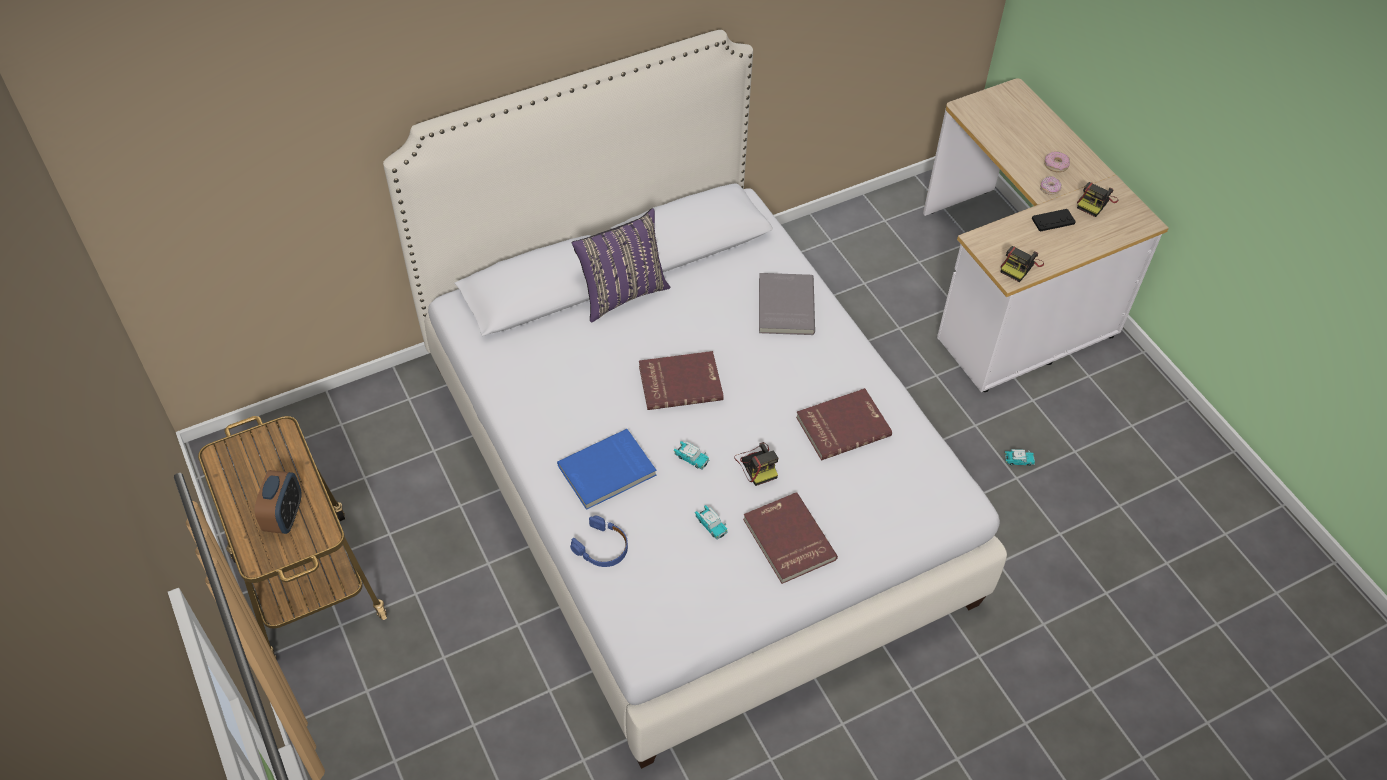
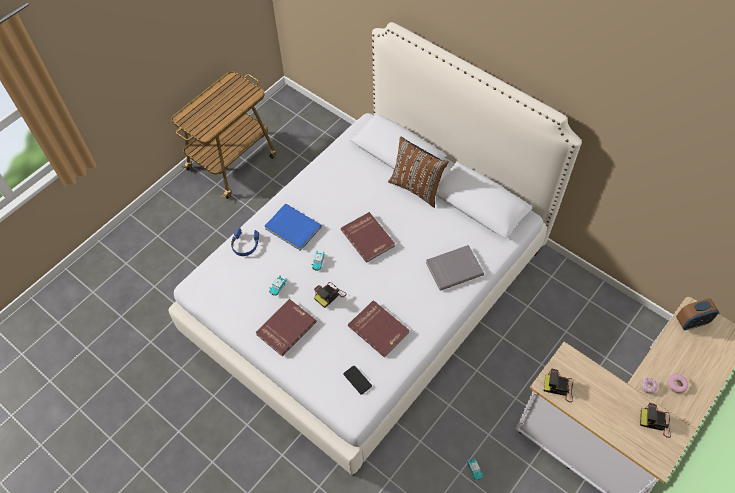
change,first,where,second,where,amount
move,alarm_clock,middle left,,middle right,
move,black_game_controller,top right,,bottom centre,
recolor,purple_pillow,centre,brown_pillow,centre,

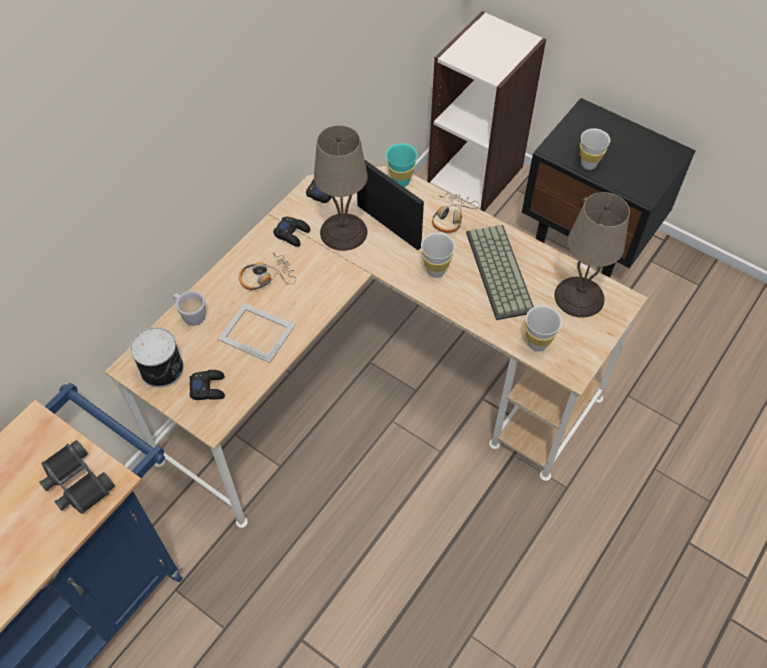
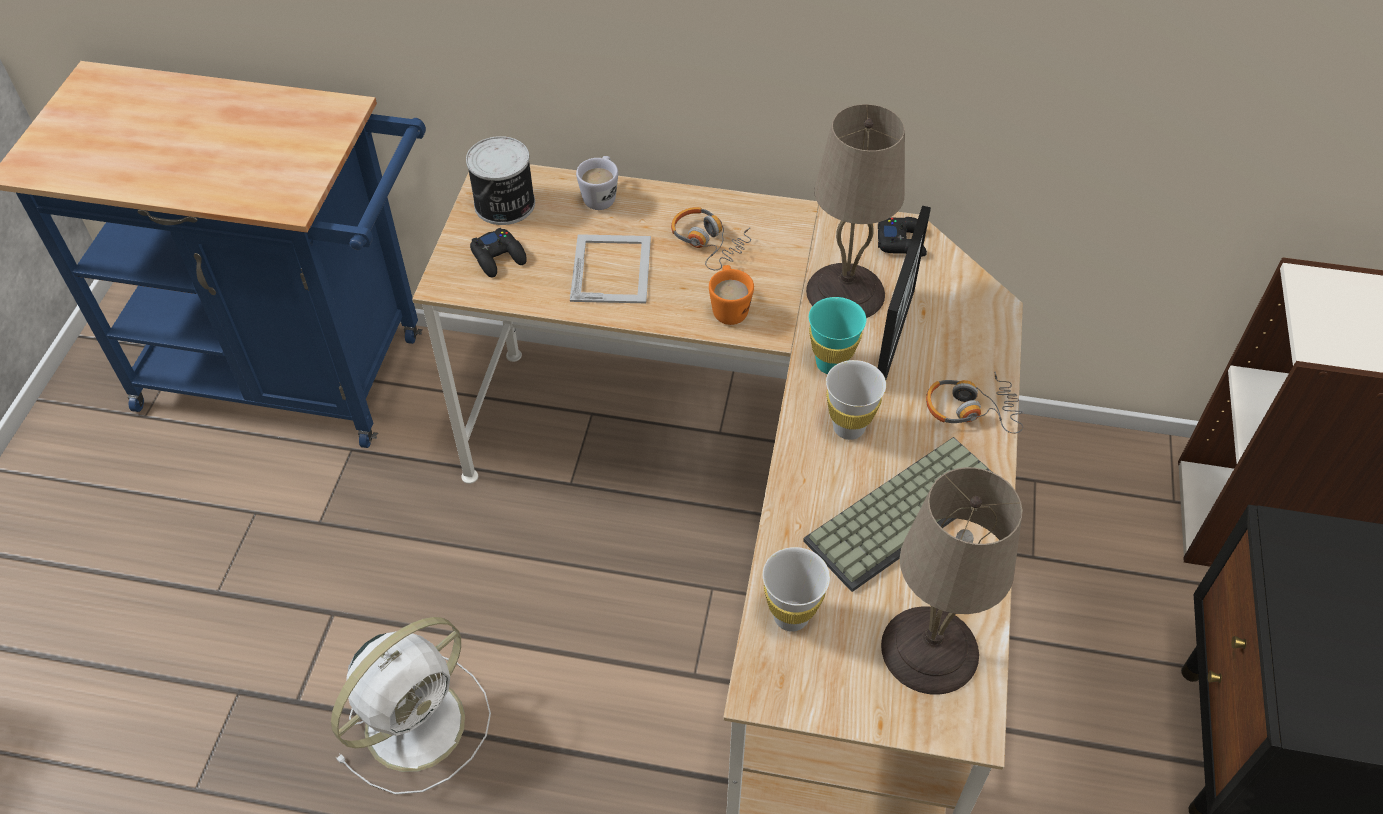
change,first,where,second,where,amount
delete,black_binoculars,bottom left,,,
delete,black_game_controller (2nd from left),centre,,,
delete,white_cup (3rd from left),top right,,,
insert,,,white_fan,bottom left,
insert,,,orange_mug,centre,
move,turquoise_cup,top centre,,centre,

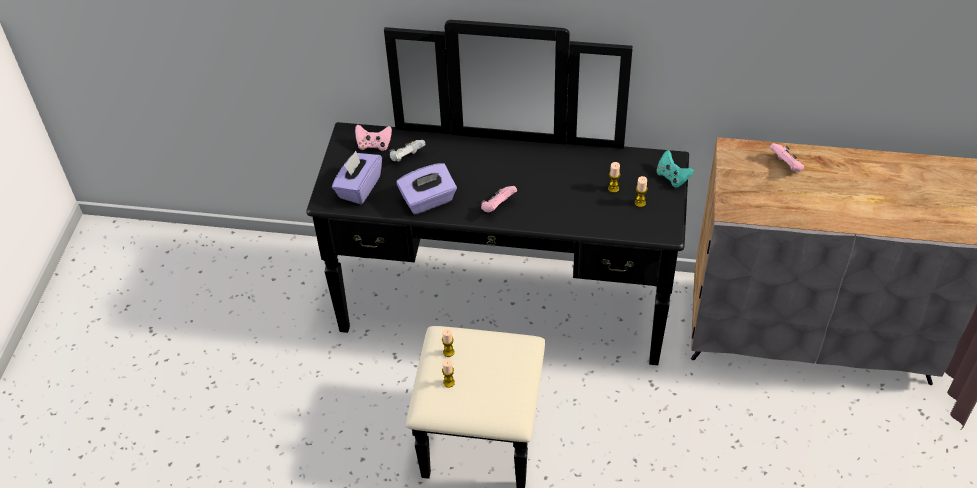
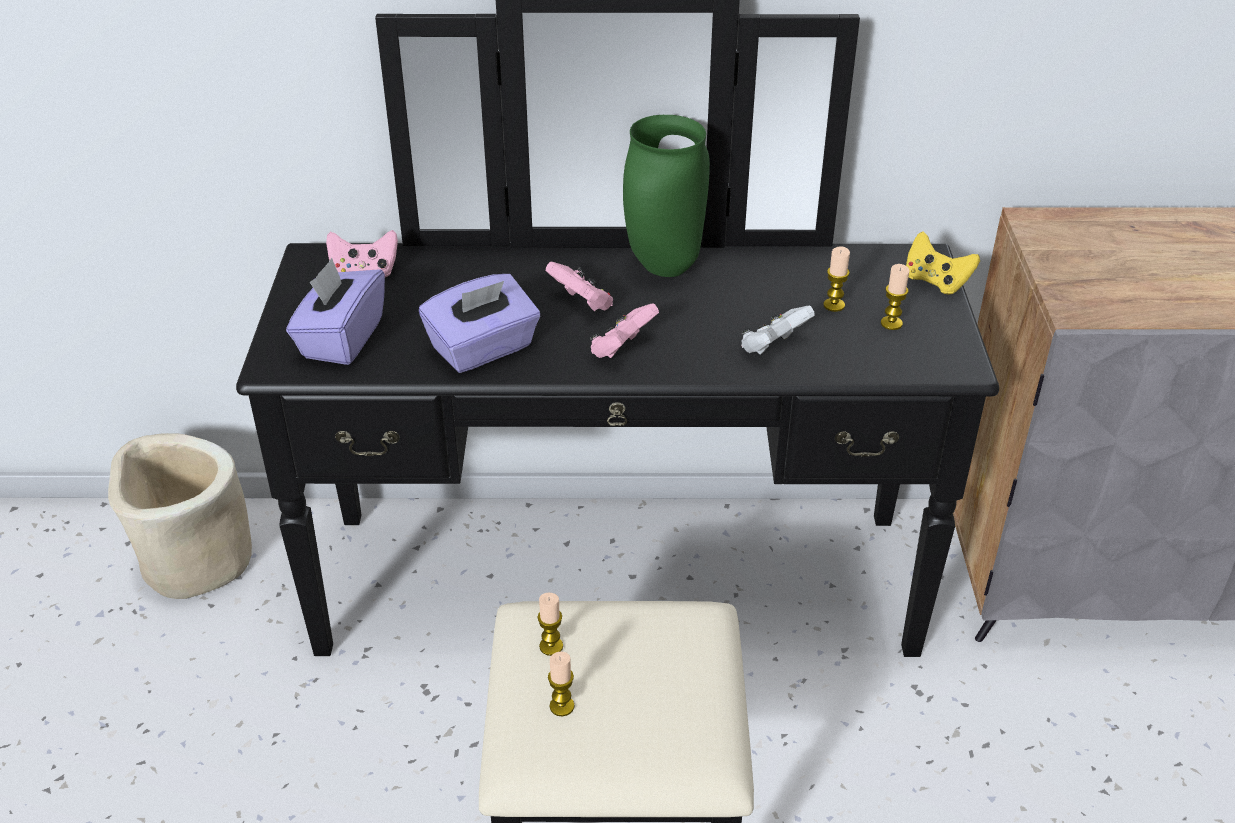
change,first,where,second,where,amount
insert,,,beige_planter,middle left,
insert,,,green_vase,top centre,
move,white_game_controller,top centre,,centre,
move,pink_game_controller (3rd from left in the first image),top right,pink_game_controller (2nd from left),centre,
recolor,turquoise_game_controller,middle right,yellow_game_controller,top right,

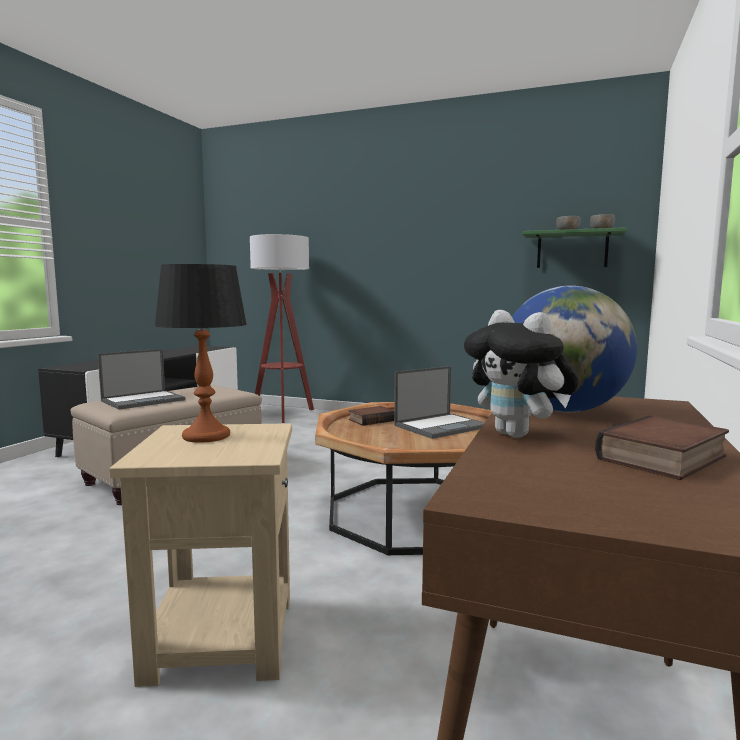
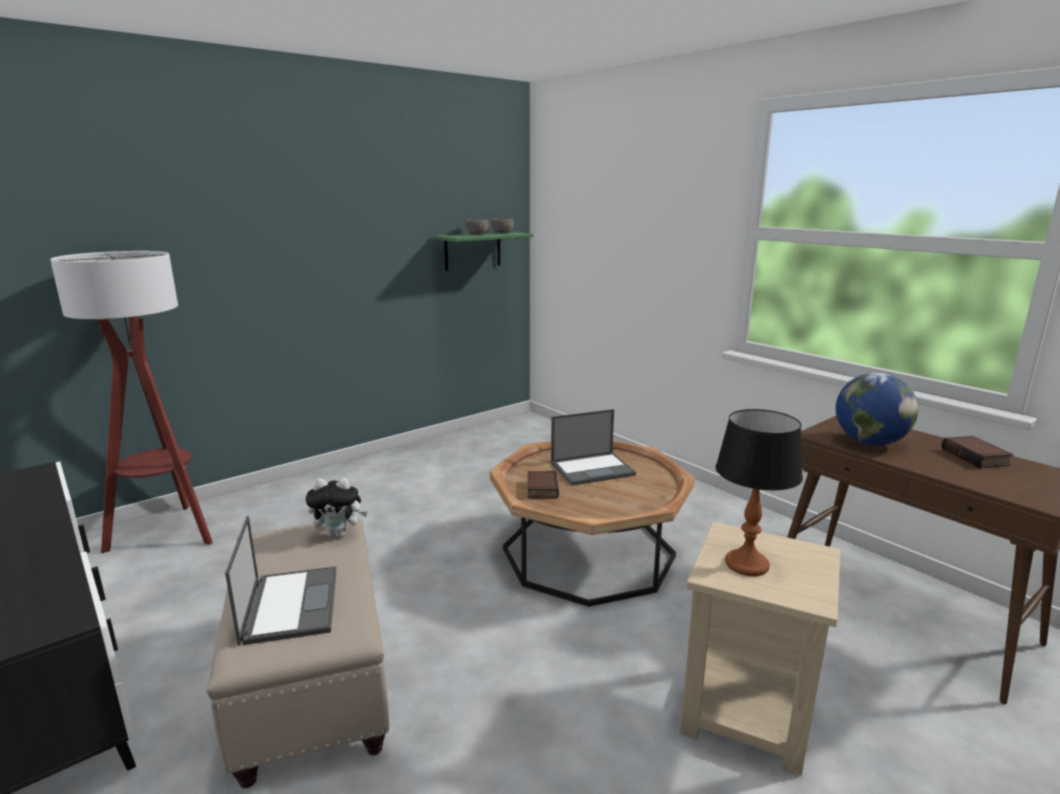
change,first,where,second,where,amount
move,plush_toy,middle right,,middle left,
rotate,laptop (2nd from left),centre,,centre,75 degrees clockwise

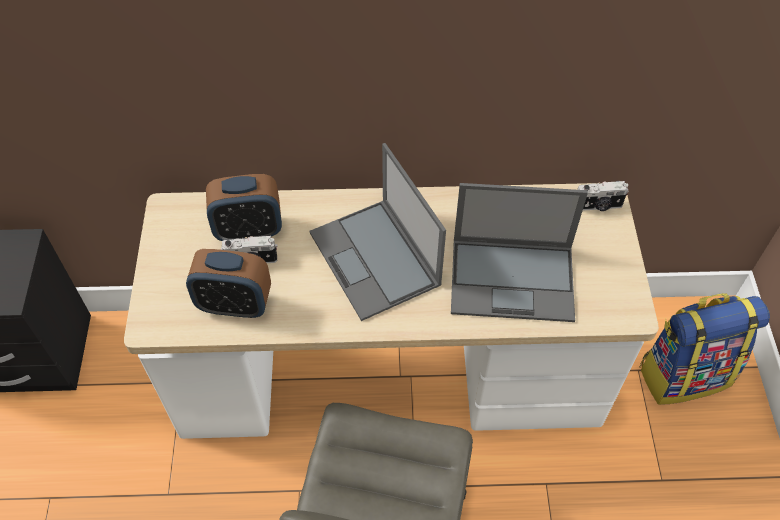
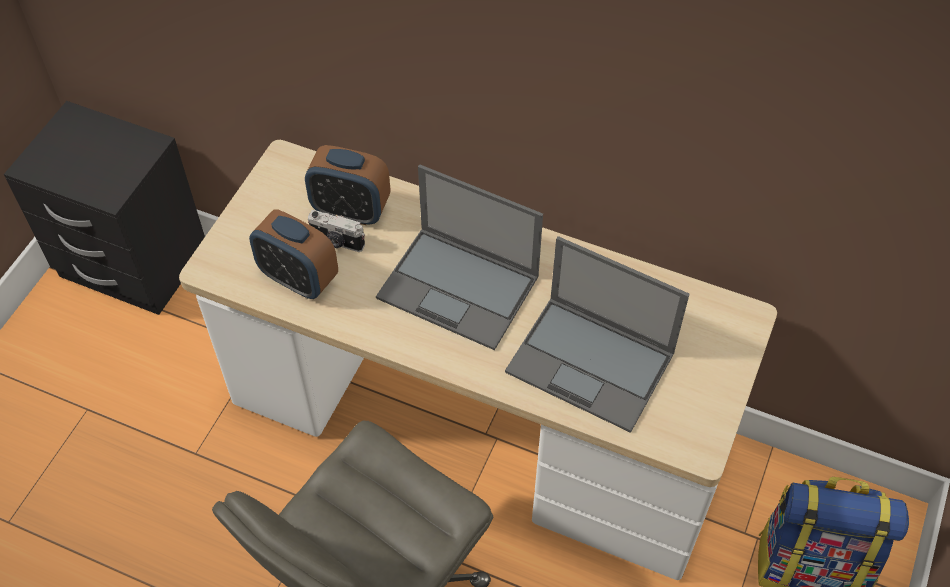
change,first,where,second,where,amount
delete,photo_camera (2nd from left),middle right,,,
rotate,laptop (1st from left),centre,,centre,60 degrees counterclockwise

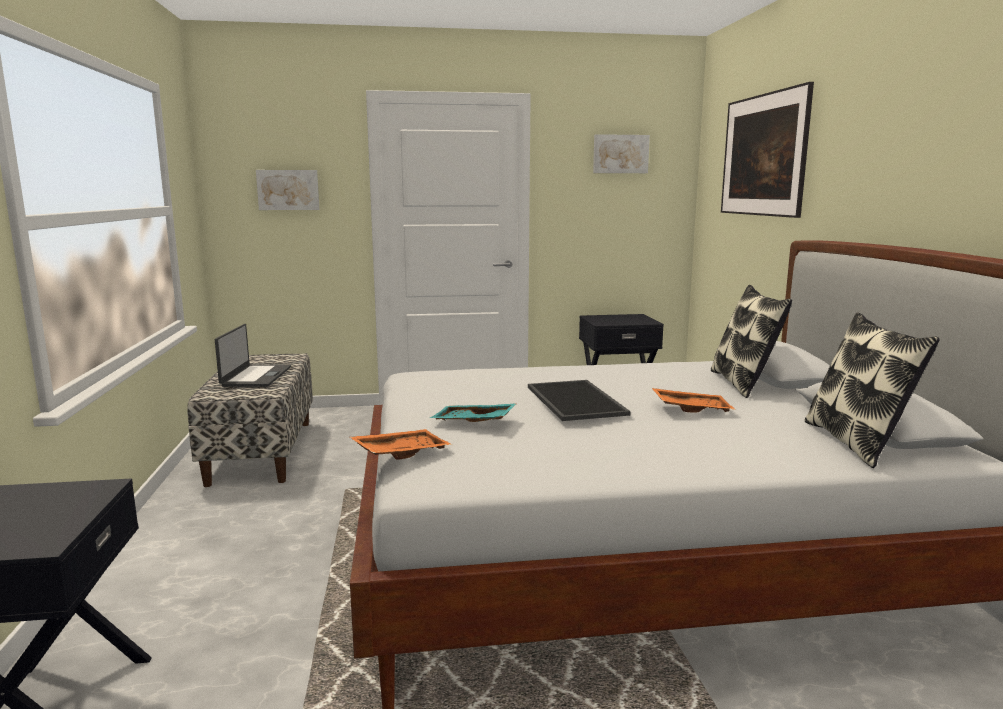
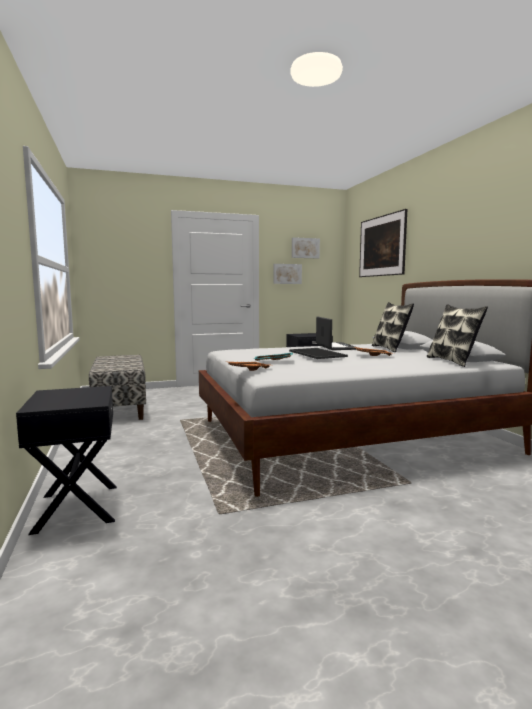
change,first,where,second,where,amount
move,laptop,middle left,,centre,
move,picture (1st from left),top left,,centre,

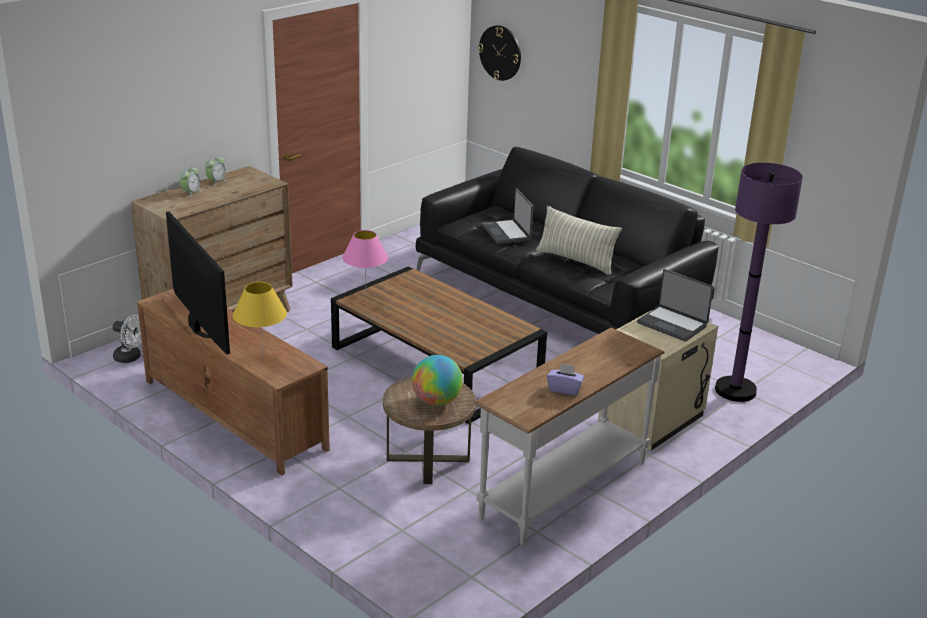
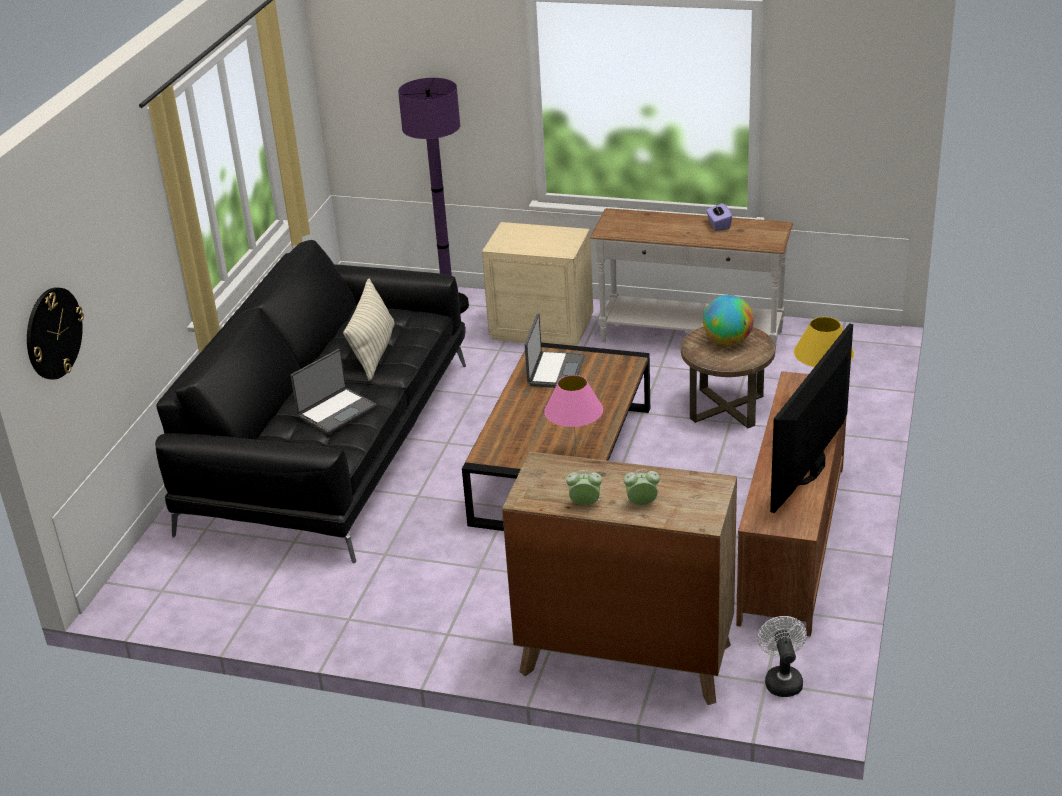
change,first,where,second,where,amount
move,laptop (2nd from left),middle right,,centre,

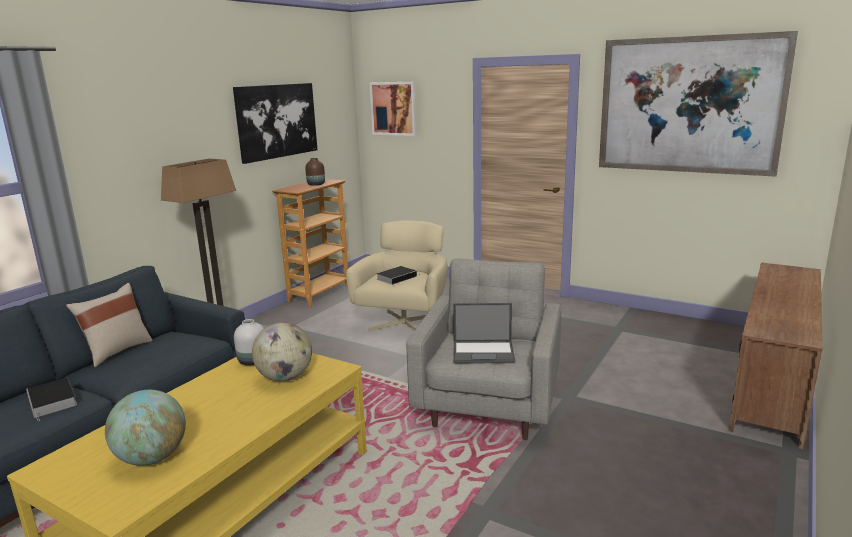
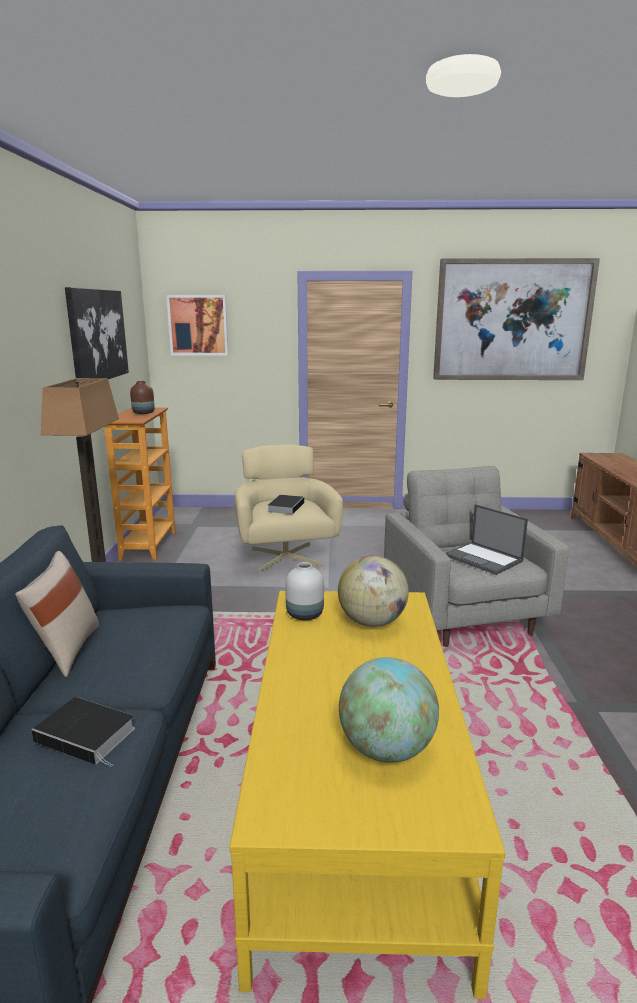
change,first,where,second,where,amount
rotate,laptop,centre,,middle right,75 degrees clockwise

